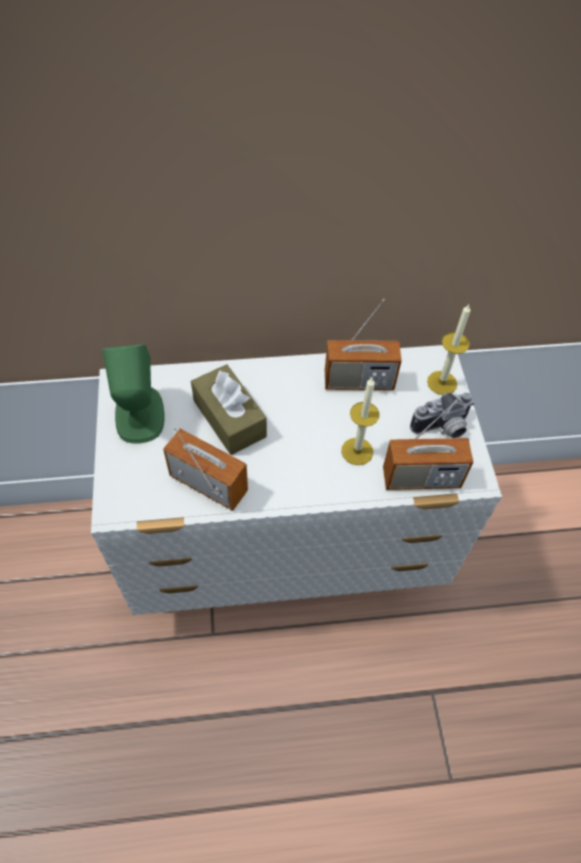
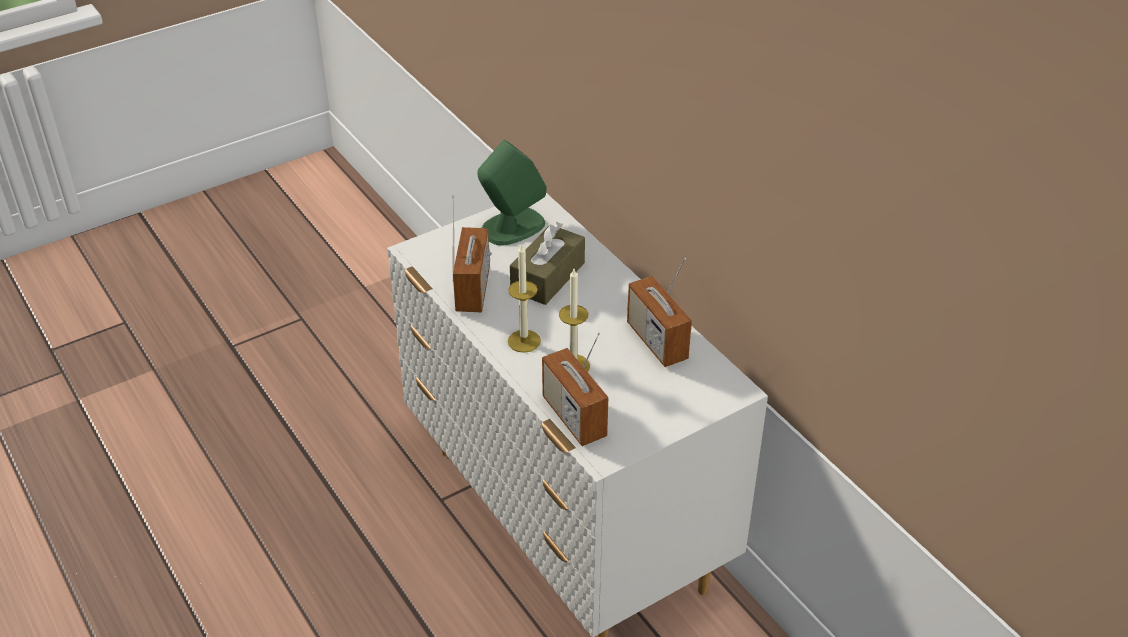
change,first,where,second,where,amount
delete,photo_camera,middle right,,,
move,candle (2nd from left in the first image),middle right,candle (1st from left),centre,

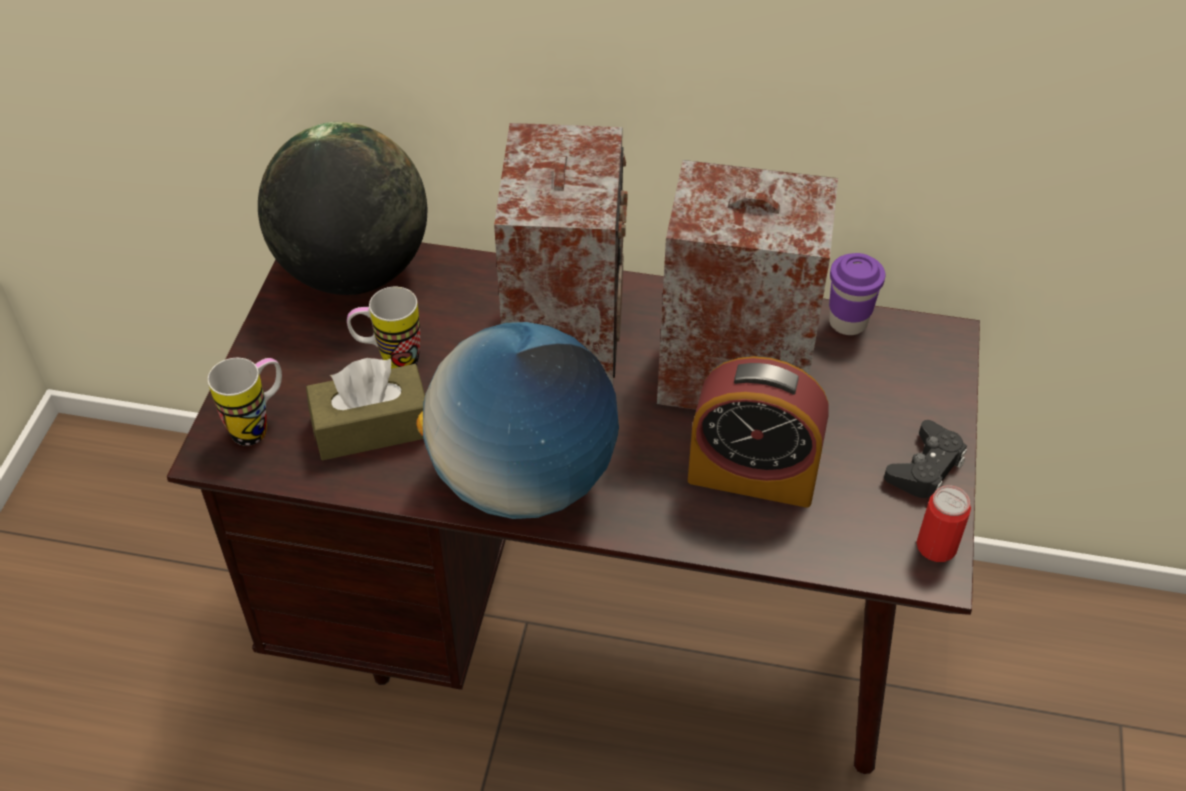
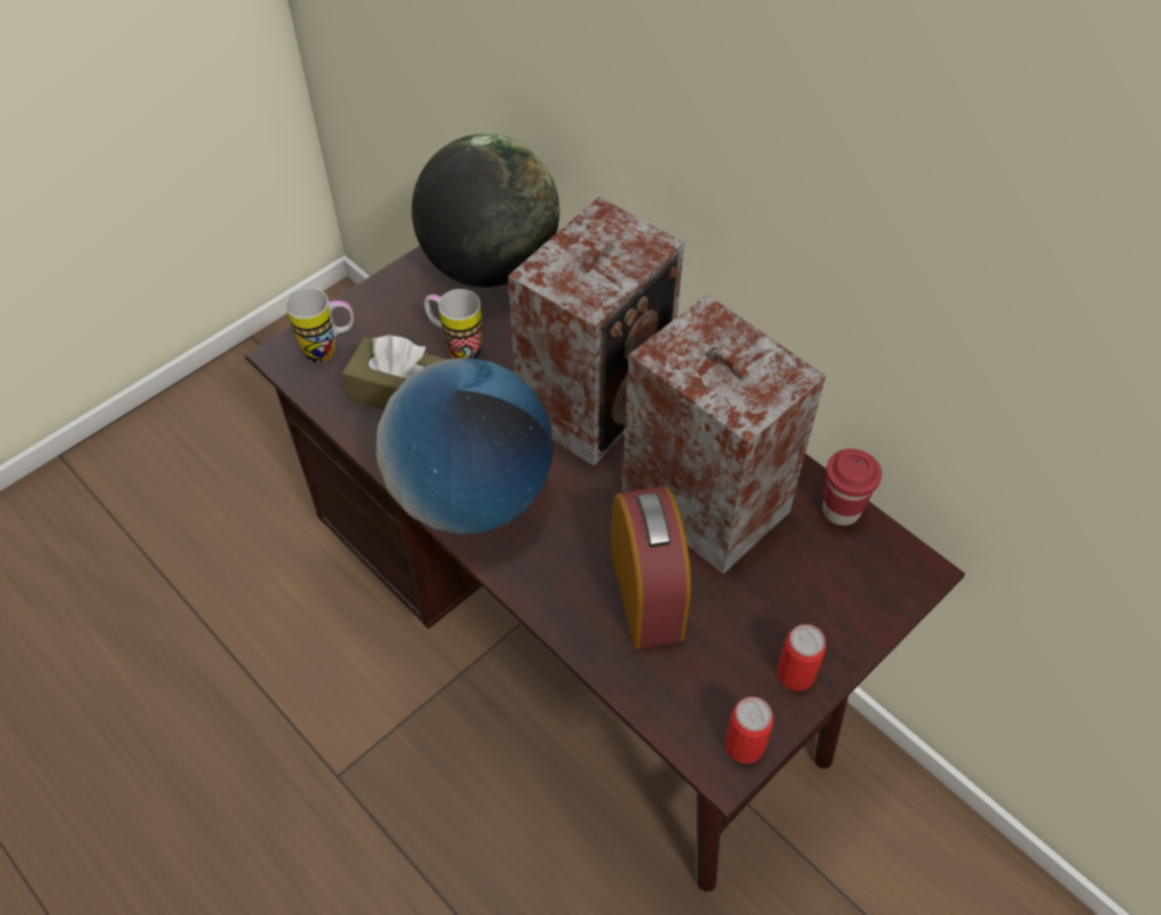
change,first,where,second,where,amount
replace,black_game_controller,middle right,can (2nd from left),bottom right,
recolor,purple_cup,middle right,red_cup,middle right,
rotate,alarm_clock,centre,,centre,150 degrees counterclockwise

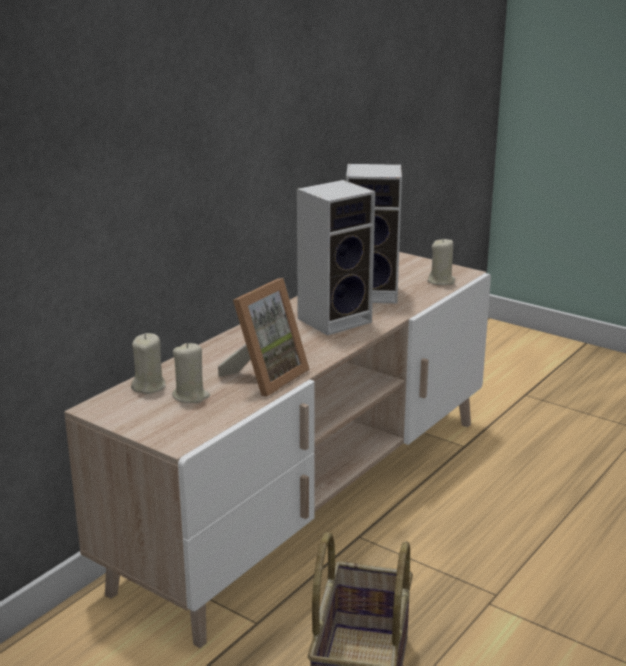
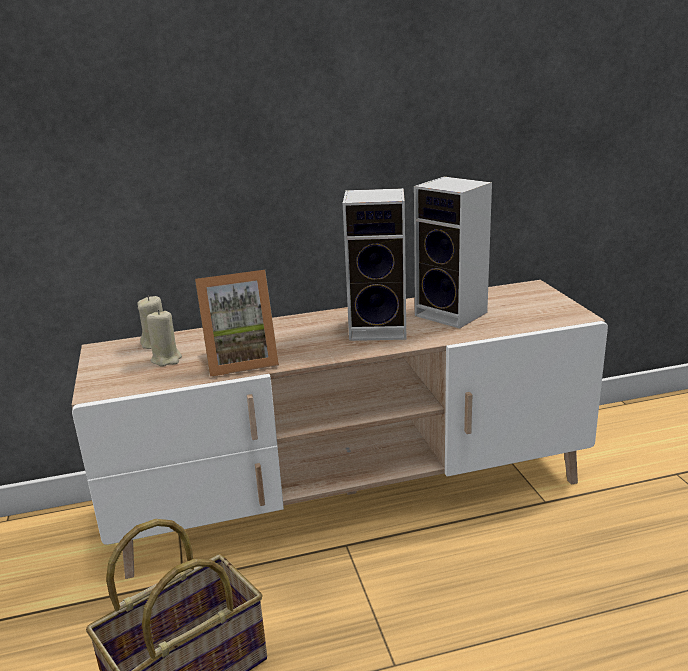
change,first,where,second,where,amount
delete,beige_candle (3rd from left),middle right,,,

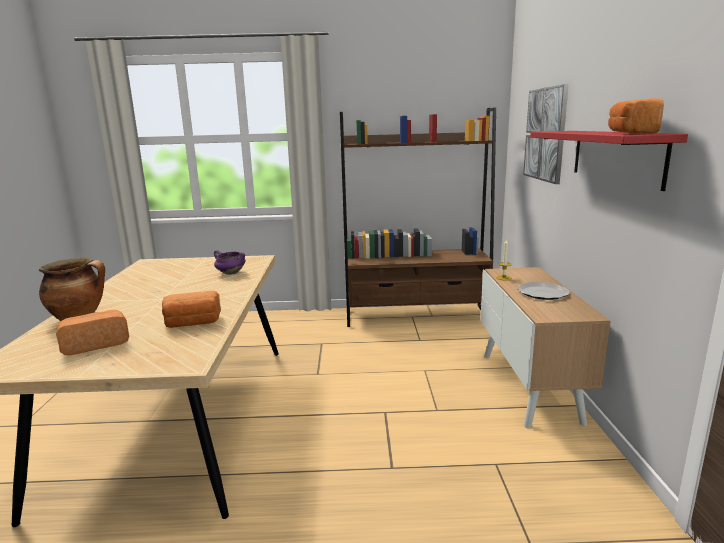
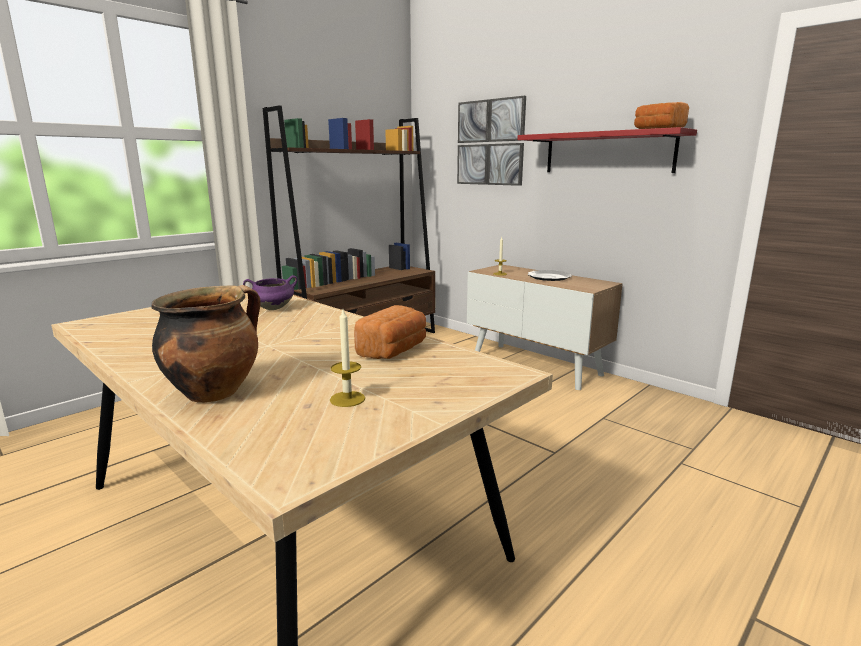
change,first,where,second,where,amount
replace,bread (1st from left),middle left,candle (1st from left),centre,

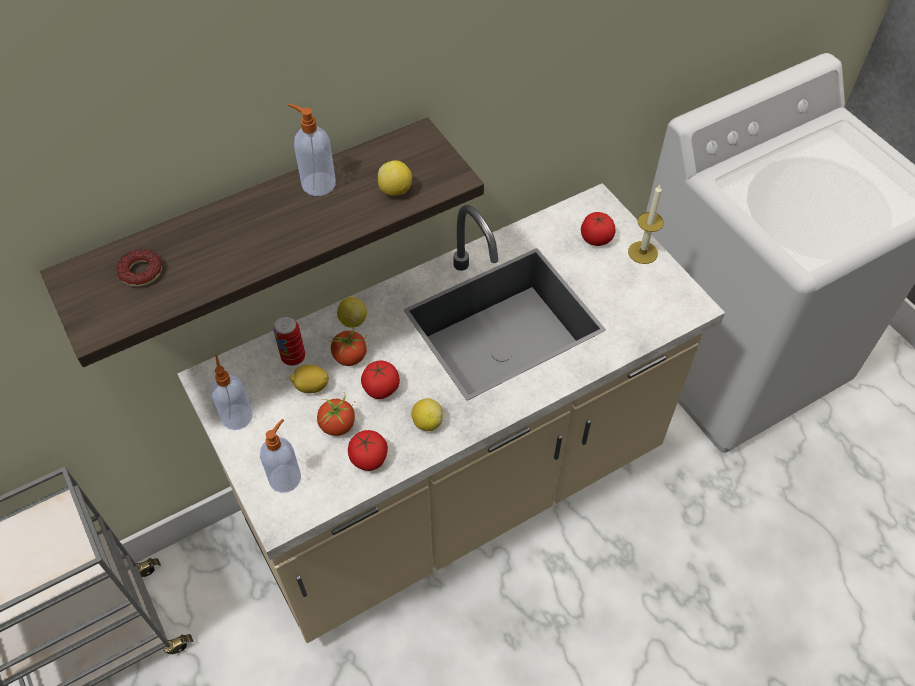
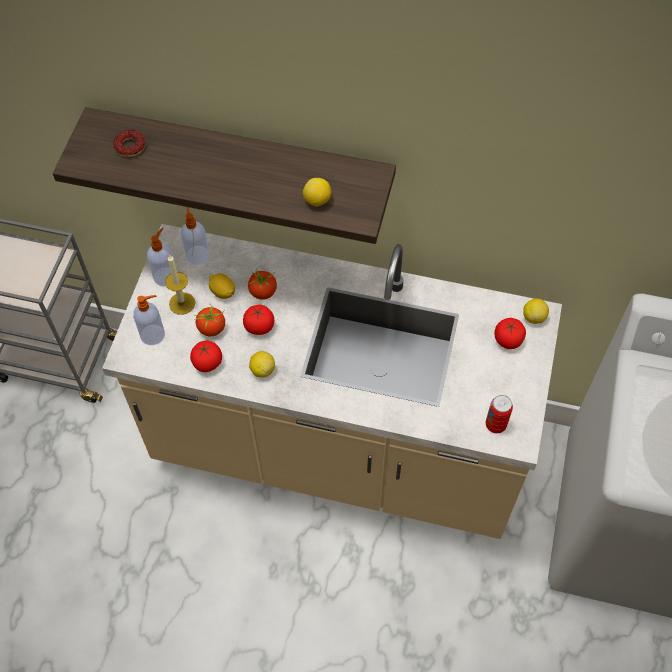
change,first,where,second,where,amount
move,can,middle left,,middle right,
move,soap_dispenser (3rd from left),top centre,,middle left,
move,lemon (2nd from left in the first image),centre,lemon (4th from left),middle right,
move,candle,top right,,middle left,

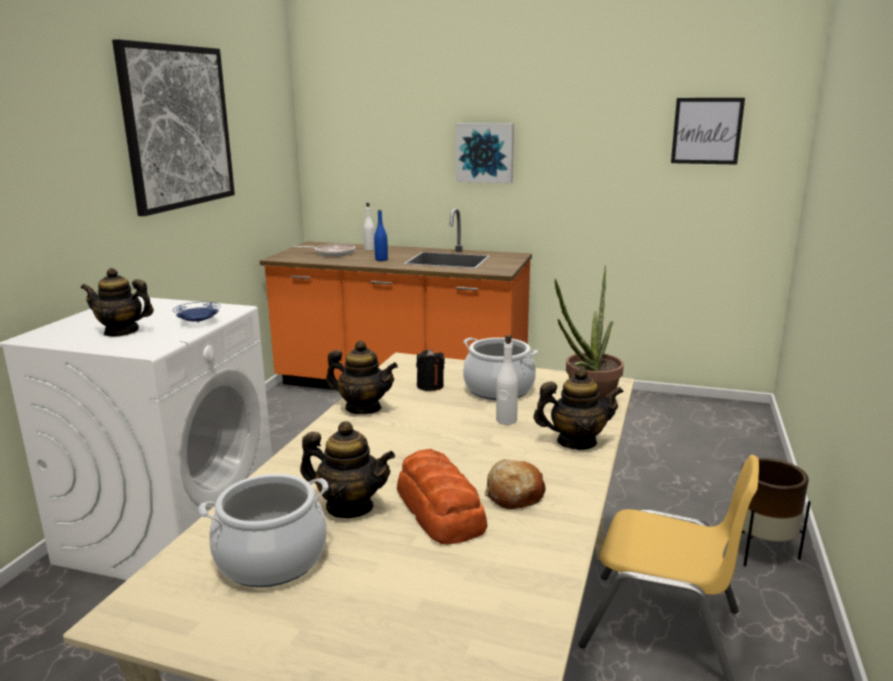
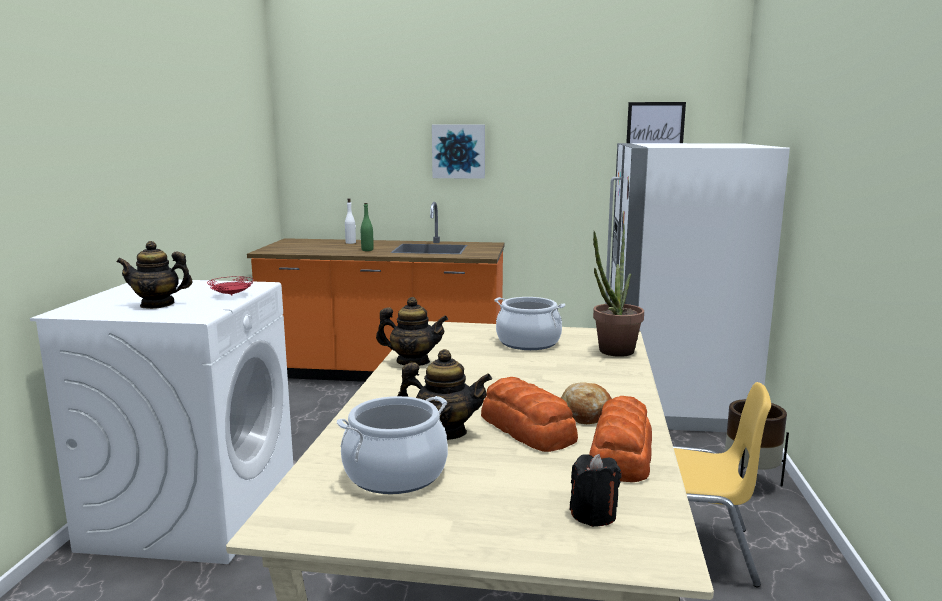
change,first,where,second,where,amount
delete,picture (1st from left),top left,,,
delete,frying_pan,centre,,,
delete,white_bottle (2nd from left),centre,,,
delete,teapot (4th from left),centre,,,
insert,,,bread (3rd from left),bottom centre,
insert,,,white_fridge,middle right,
move,black_candle,centre,,bottom centre,
recolor,blue_plate,middle left,red_plate,middle left,
recolor,blue_bottle,centre,green_bottle,centre,

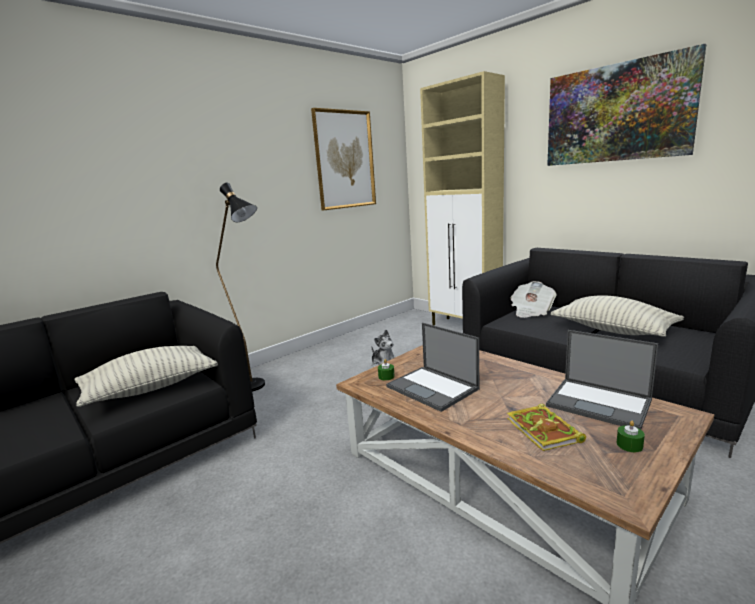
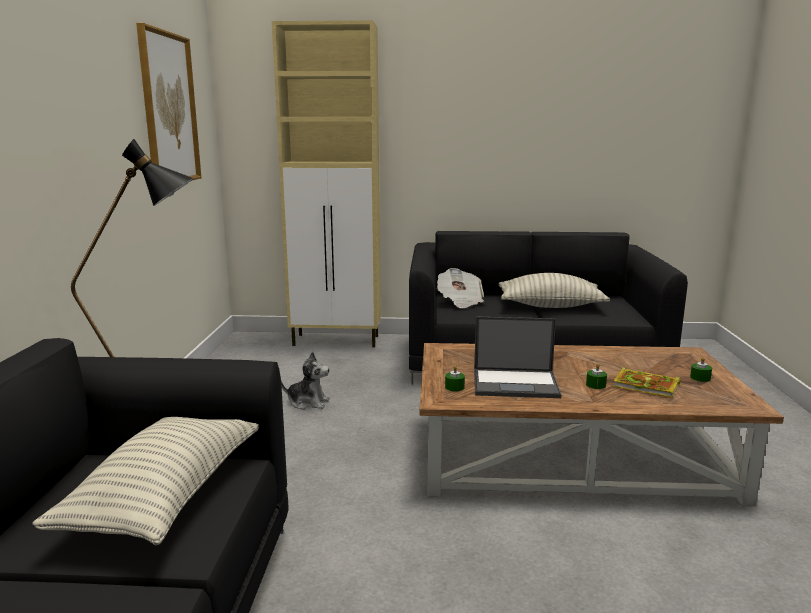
change,first,where,second,where,amount
delete,laptop (2nd from left),middle right,,,
delete,picture (2nd from left),top right,,,
insert,,,green_candle (2nd from left),middle right,

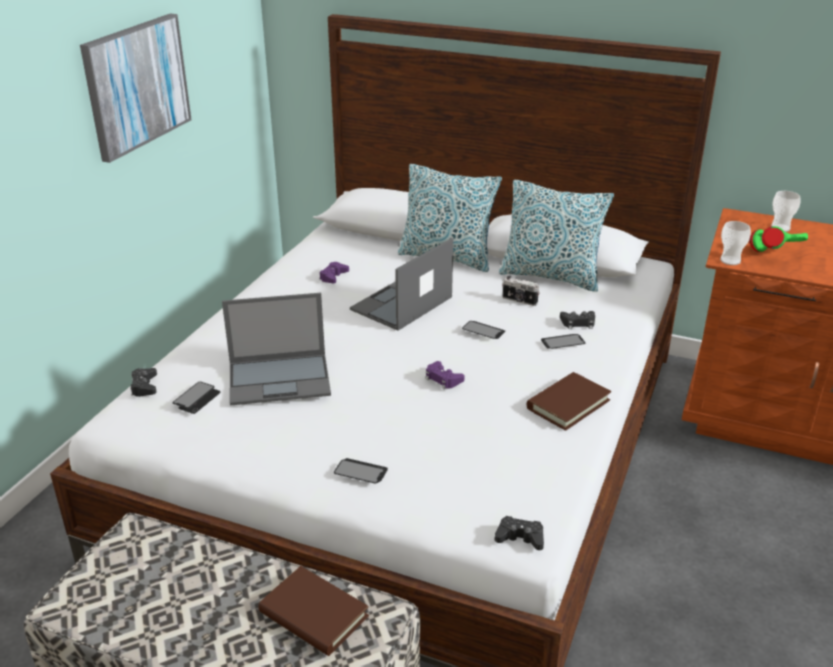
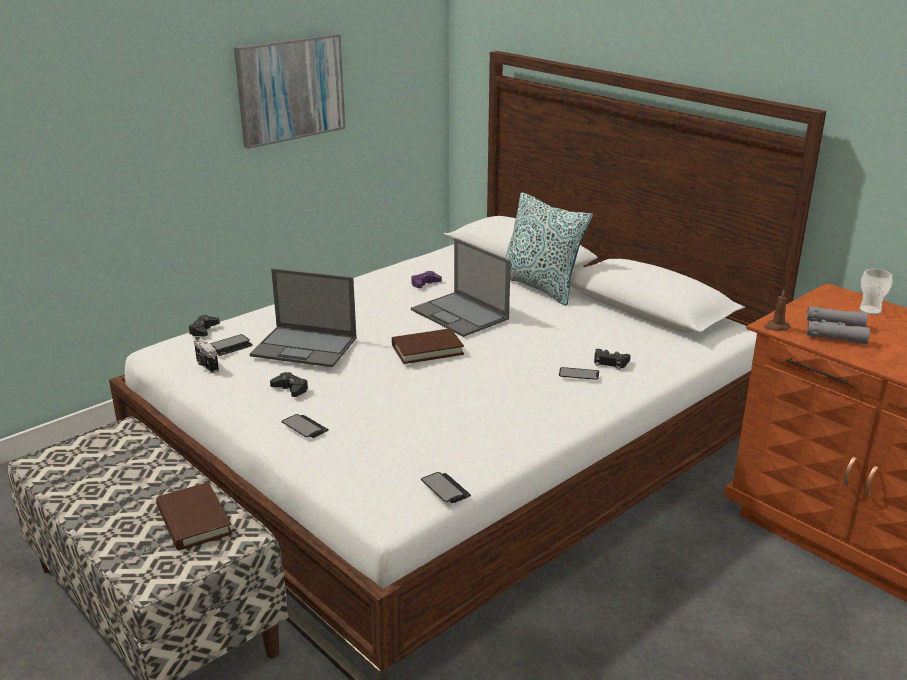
change,first,where,second,where,amount
delete,purple_game_controller (2nd from left),centre,,,
delete,pillow (2nd from left),middle right,,,
move,phone (3rd from left),centre,,bottom centre,
move,black_game_controller (2nd from left),bottom centre,,middle left,
move,photo_camera,centre,,middle left,
move,brown_book (2nd from left),middle right,,centre,
replace,cup (1st from left),middle right,brown_candle,middle right,
replace,green_headphones,middle right,grey_binoculars,middle right,
rotate,laptop (2nd from left),centre,,centre,105 degrees counterclockwise

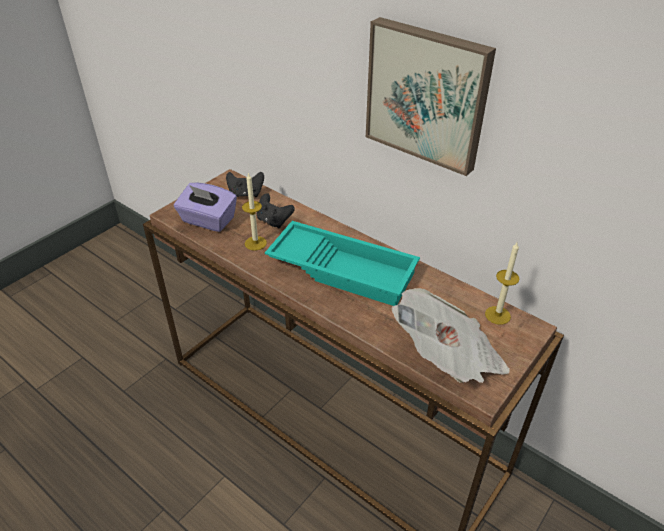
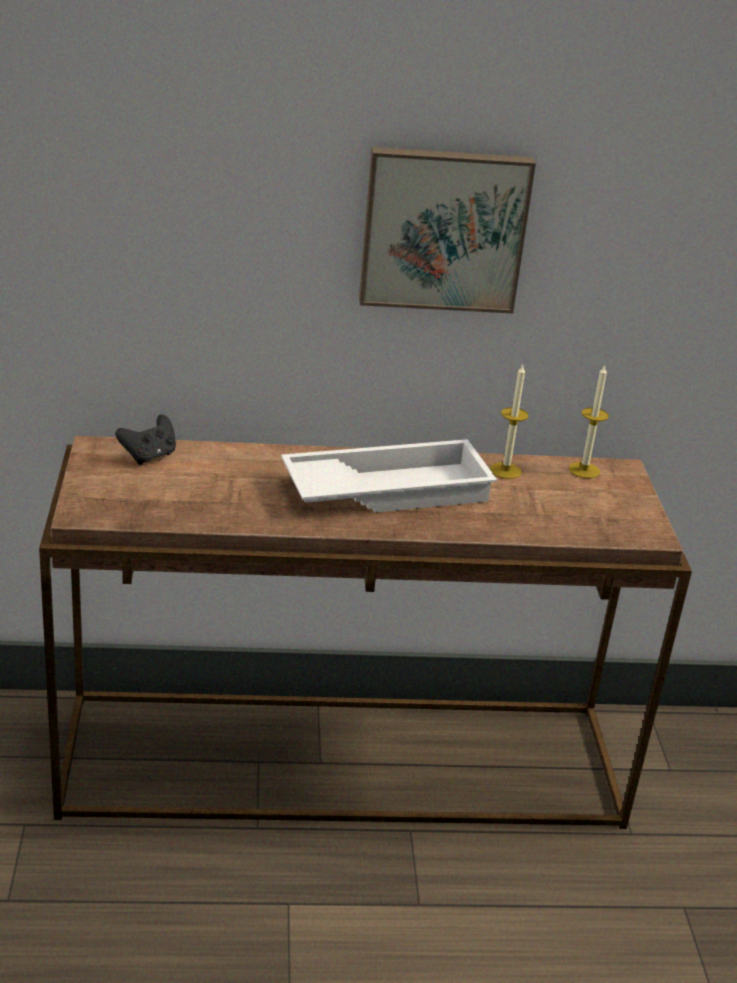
change,first,where,second,where,amount
delete,purple_tissue_box,middle left,,,
delete,black_game_controller (2nd from left),centre,,,
delete,newspaper,middle right,,,
move,candle (1st from left),centre,,middle right,
recolor,turquoise_tray,centre,white_tray,centre,

